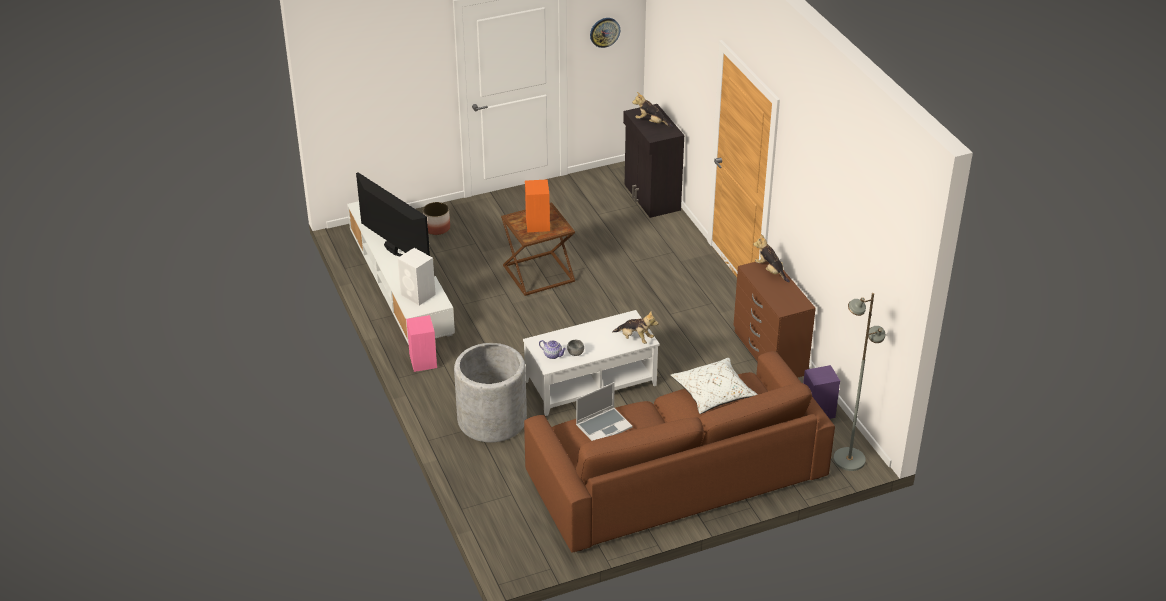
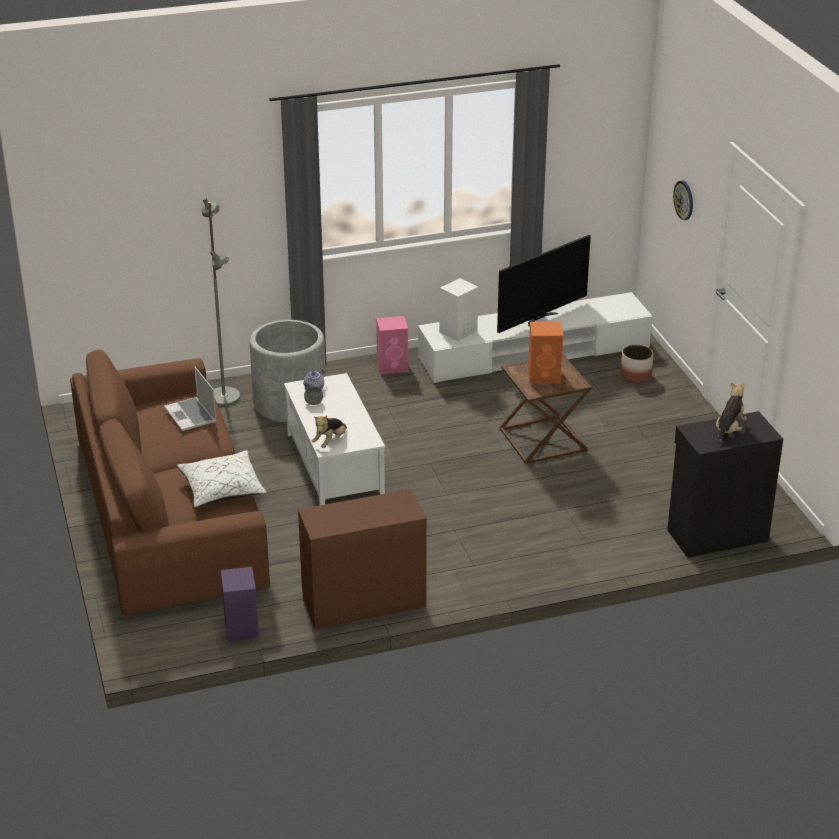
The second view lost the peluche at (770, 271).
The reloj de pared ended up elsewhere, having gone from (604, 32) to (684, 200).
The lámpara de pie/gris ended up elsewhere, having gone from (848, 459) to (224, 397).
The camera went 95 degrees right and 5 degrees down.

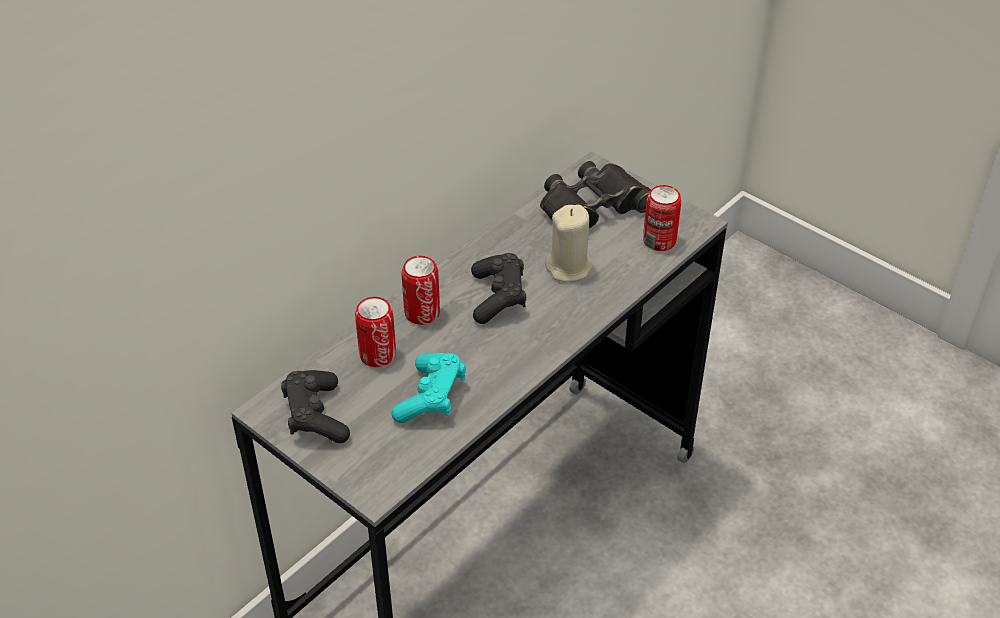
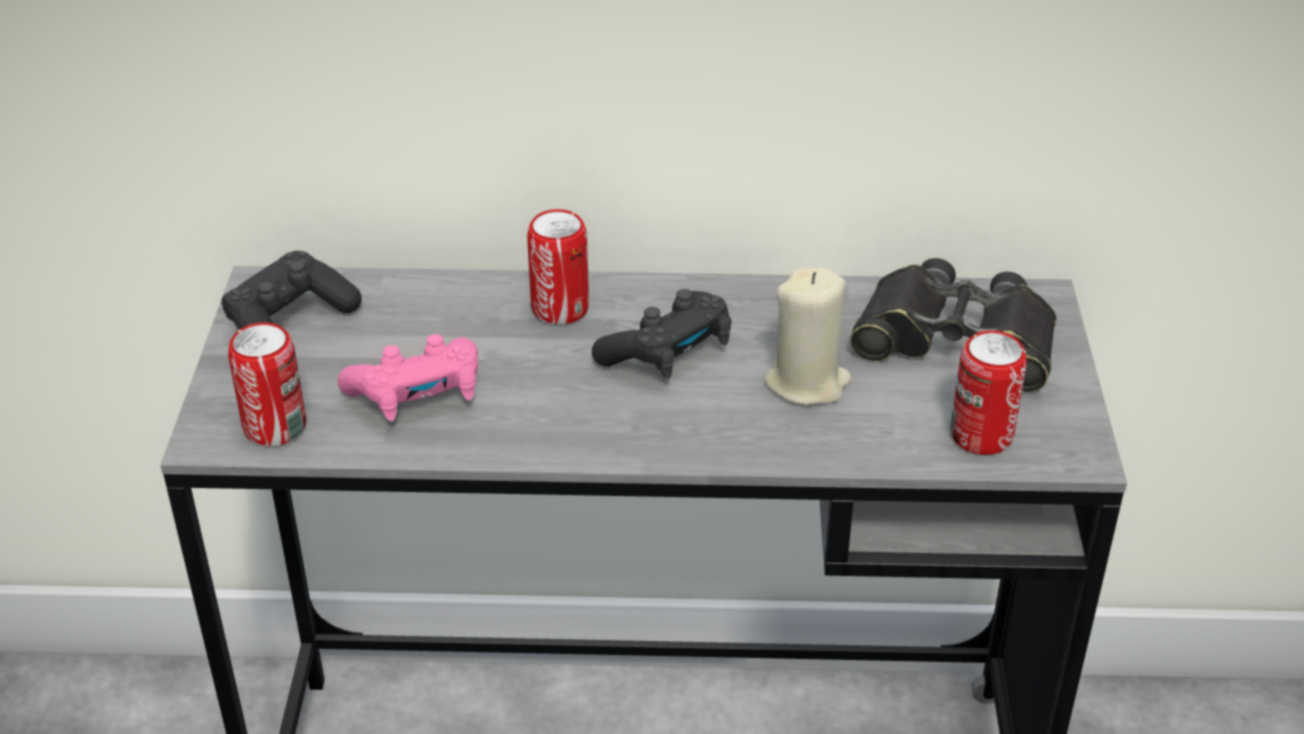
The lata ended up elsewhere, having gone from (377, 355) to (275, 427).
What was the mando de consola/turquesa at (431, 398) turned into the mando de consola/rosa at (418, 396).
The camera went 50 degrees right and 5 degrees down.

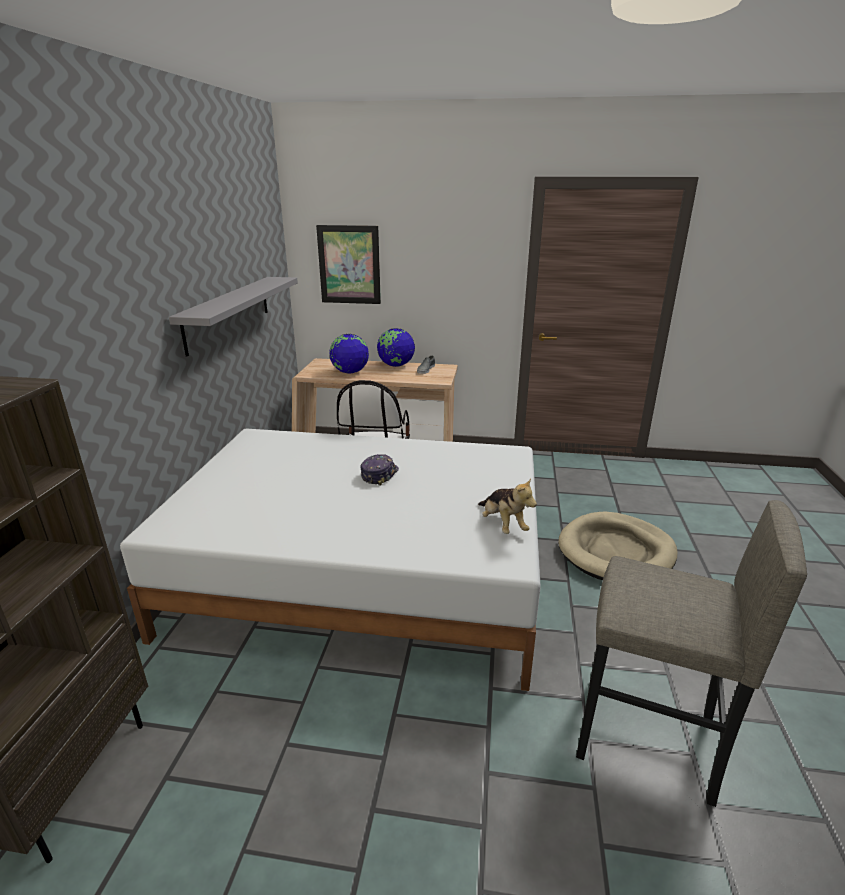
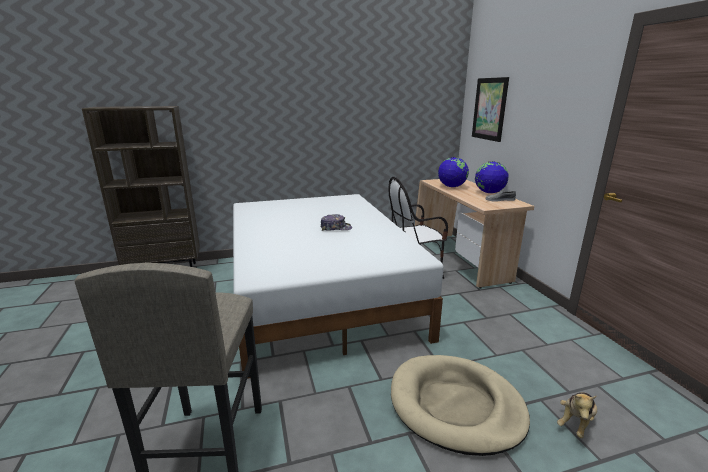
The second view lost the estante/gris at (228, 312).
The peluche ended up elsewhere, having gone from (503, 524) to (575, 423).
The camera went 65 degrees right and 5 degrees down.

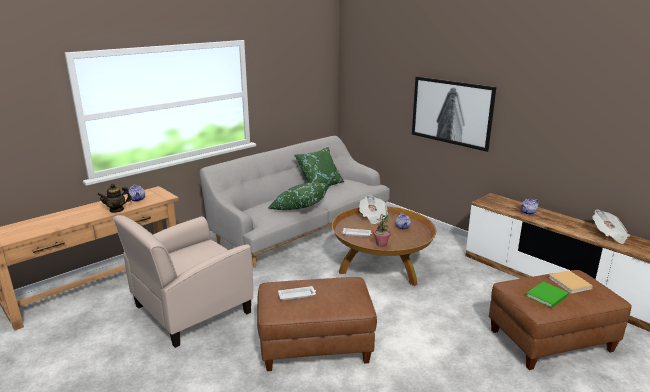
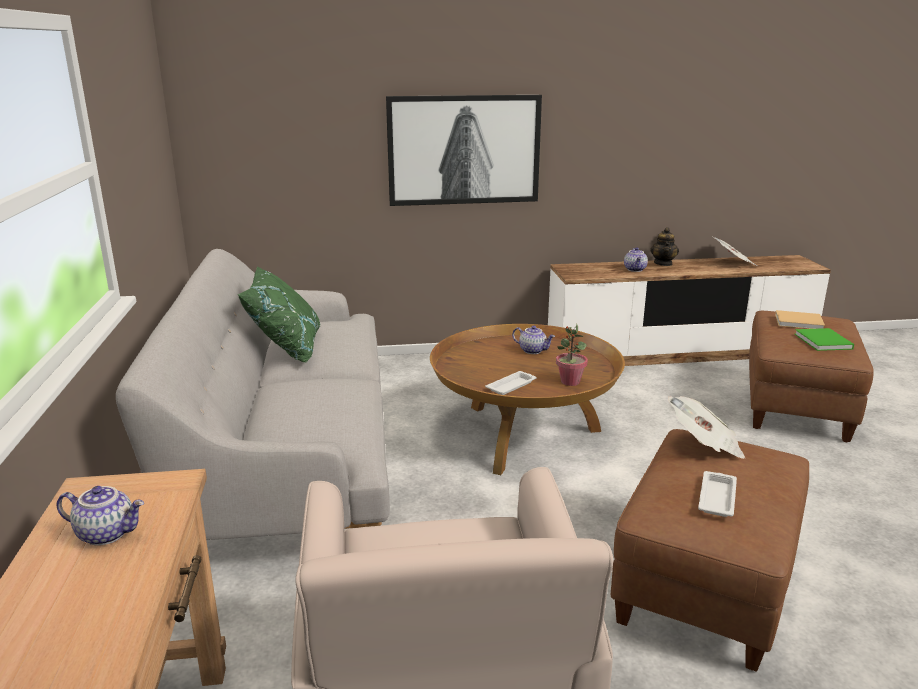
The second view lost the cojín/verde at (298, 207).
The tetera ended up elsewhere, having gone from (116, 210) to (663, 263).
The periódico ended up elsewhere, having gone from (373, 217) to (704, 445).
The camera went 55 degrees left and 0 degrees up.

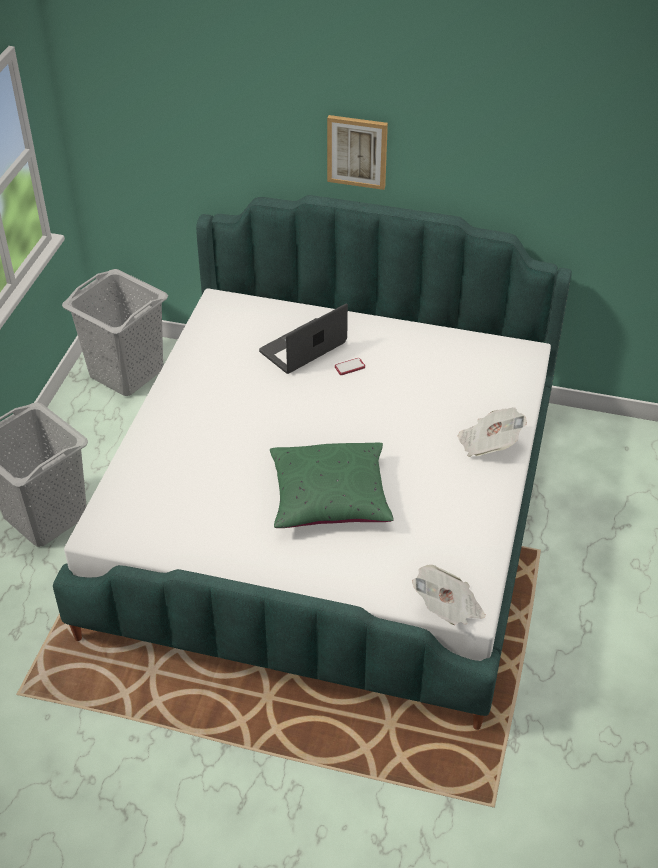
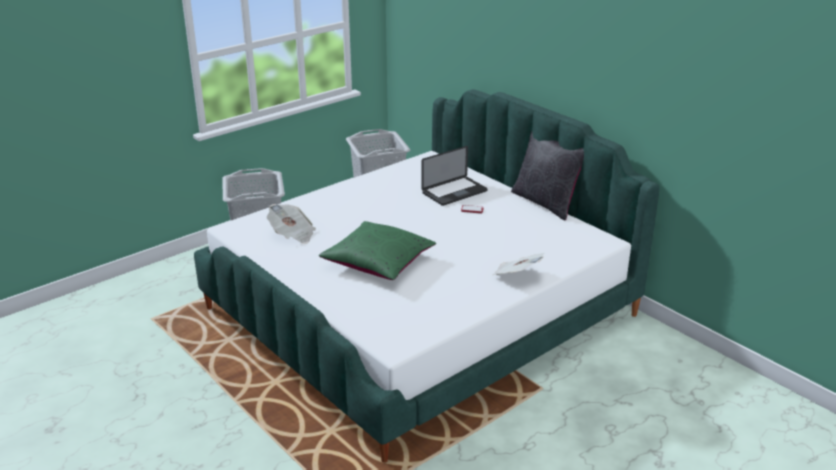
The second view lost the cuadro at (357, 151).
The second view gained the cojín/negro at (546, 203).
The periódico ended up elsewhere, having gone from (448, 608) to (292, 235).
The portátil at (303, 347) ended up facing another way, 150 degrees clockwise from before.
The camera went 35 degrees right and 15 degrees down.

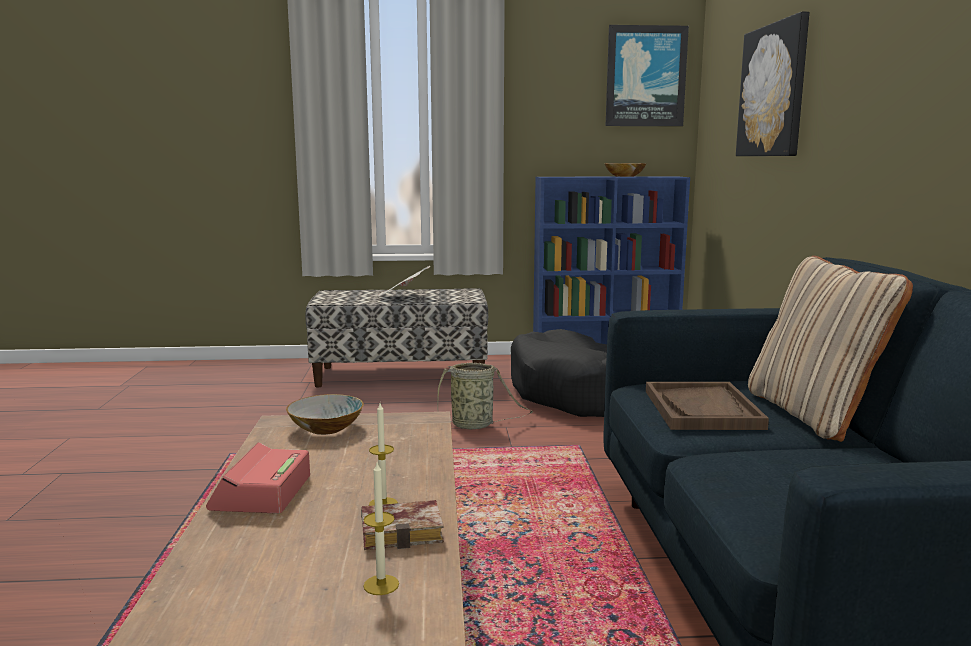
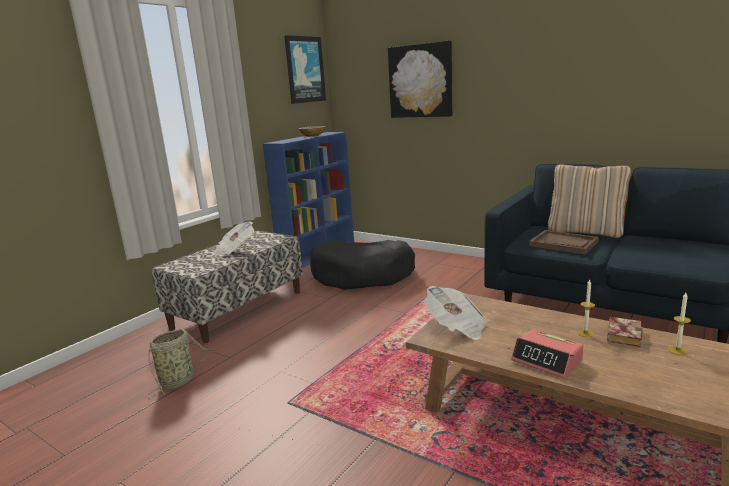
The cesta ended up elsewhere, having gone from (475, 425) to (179, 381).
Where the cuenco stood at (326, 429), the periódico came to stand at (456, 327).
The camera went 50 degrees left and 5 degrees up.

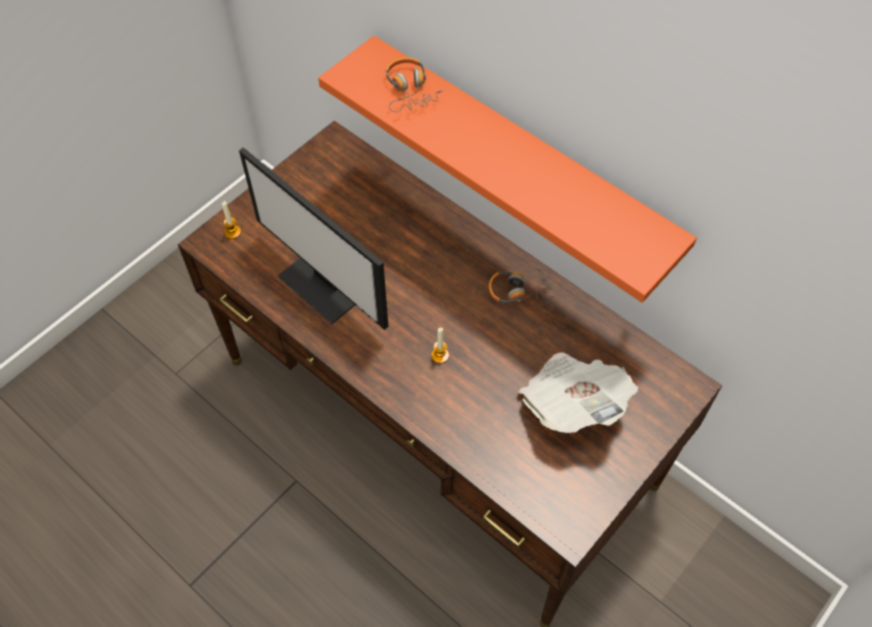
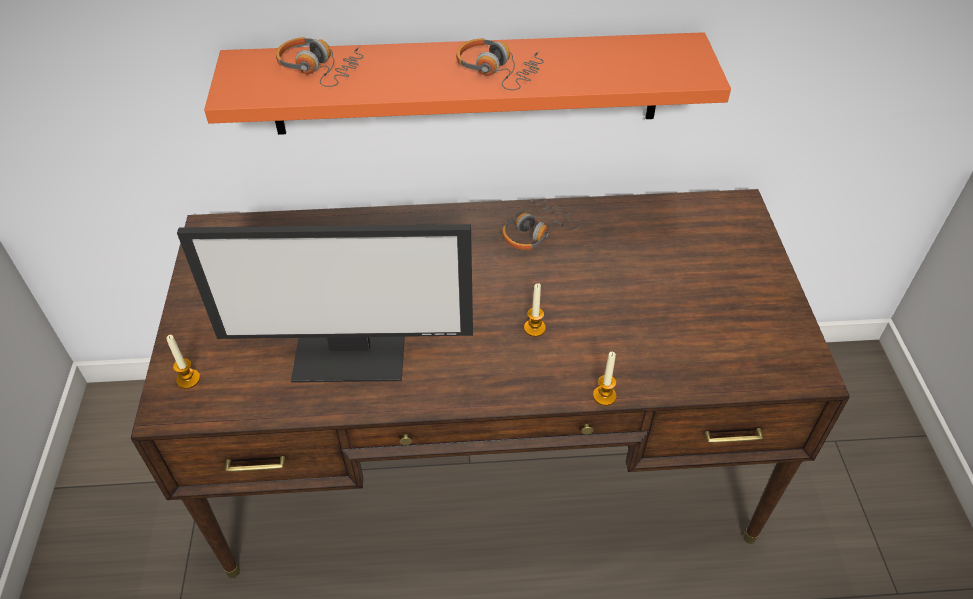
The second view lost the periódico at (572, 402).
The second view gained the auriculares at (497, 71).
The second view gained the vela at (604, 396).
The camera went 45 degrees left and 10 degrees down.

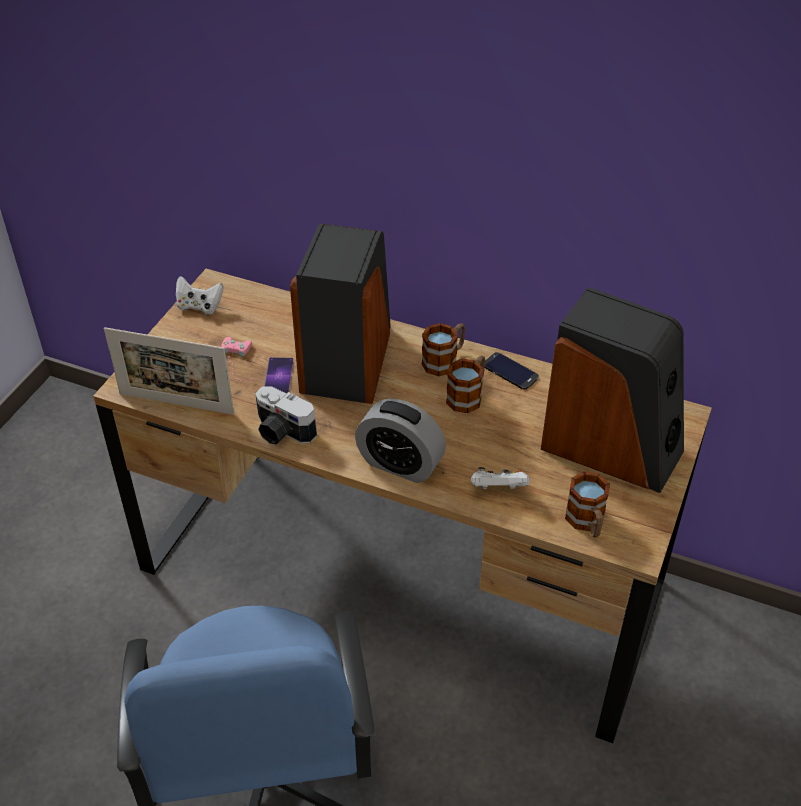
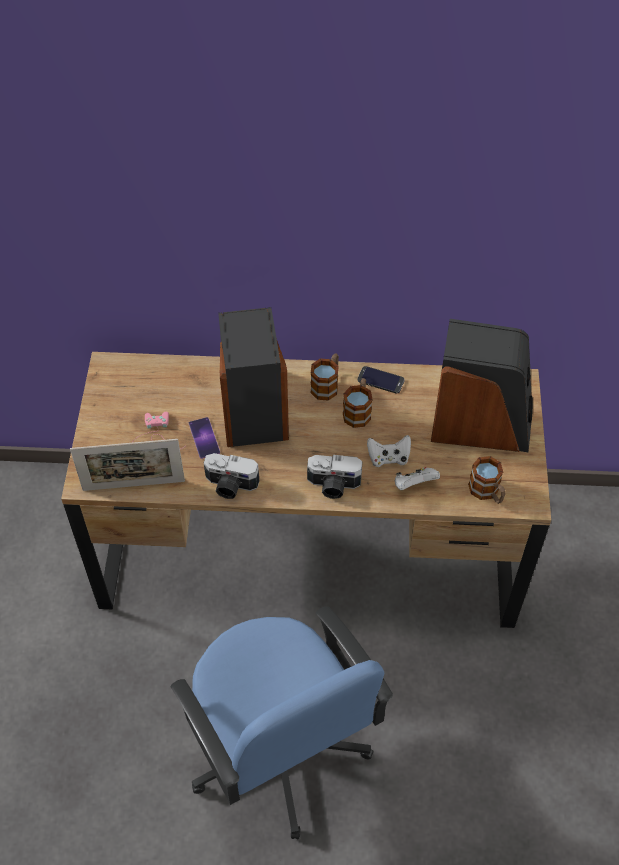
The mando de consola/blanco ended up elsewhere, having gone from (199, 306) to (388, 458).
Where the despertador stood at (400, 464), the cámara came to stand at (333, 485).
The camera went 20 degrees left and 10 degrees up.

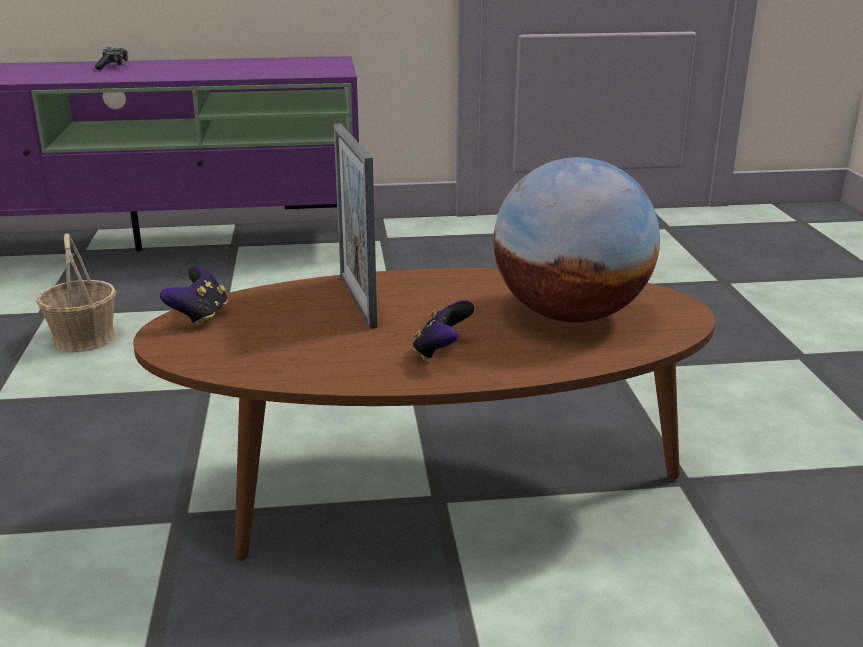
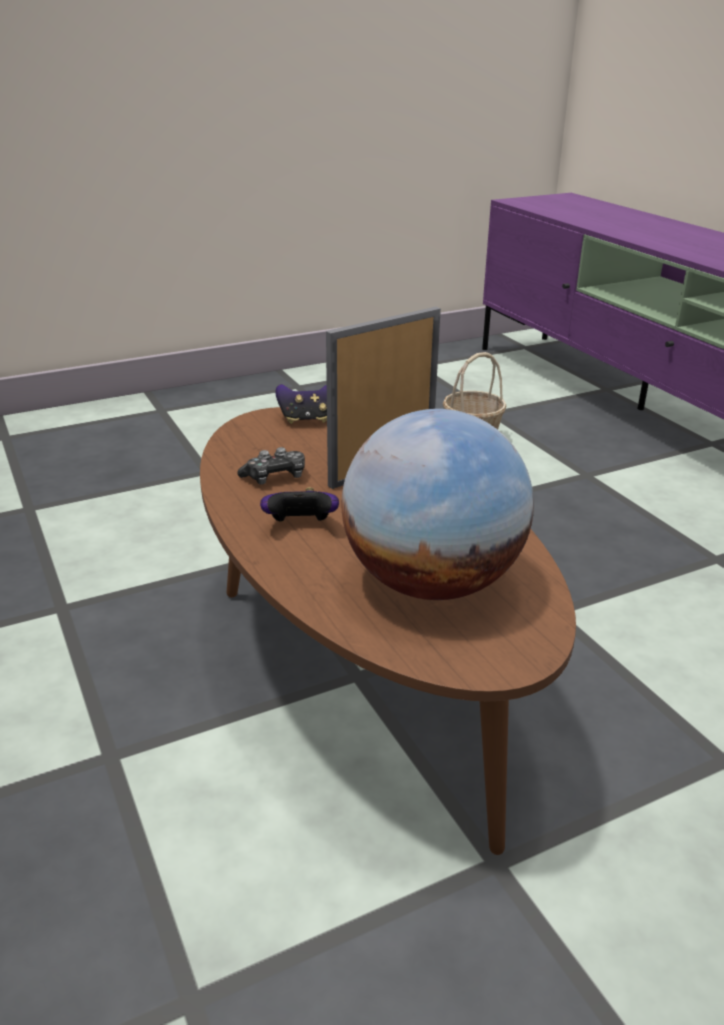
The mando de consola ended up elsewhere, having gone from (113, 66) to (275, 477).
The camera went 70 degrees right and 5 degrees up.

